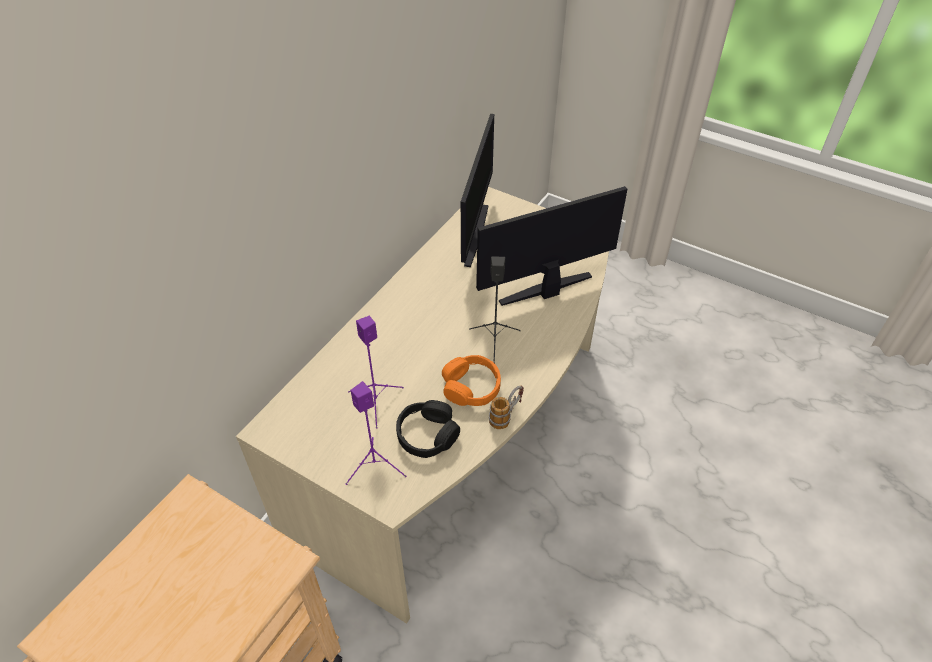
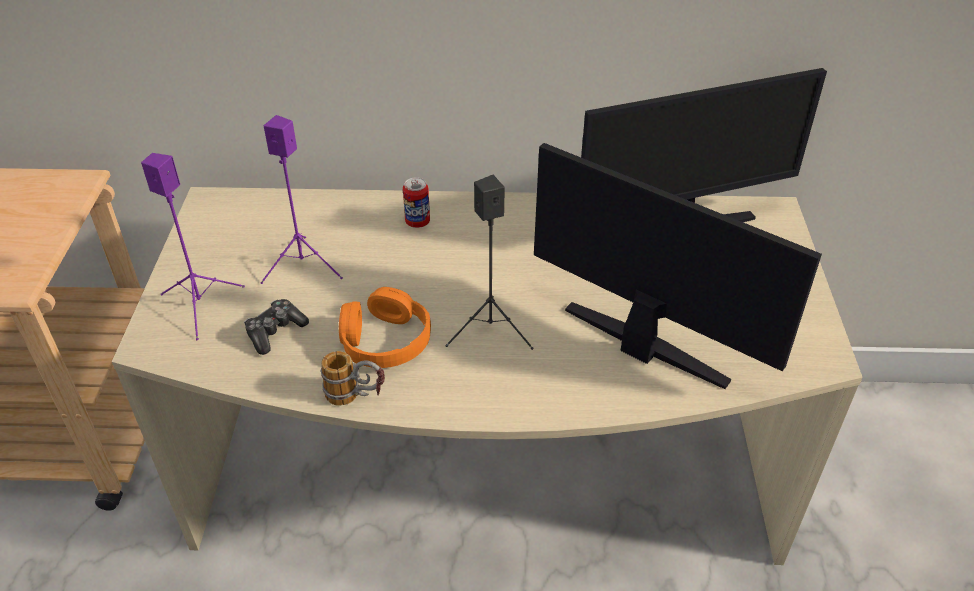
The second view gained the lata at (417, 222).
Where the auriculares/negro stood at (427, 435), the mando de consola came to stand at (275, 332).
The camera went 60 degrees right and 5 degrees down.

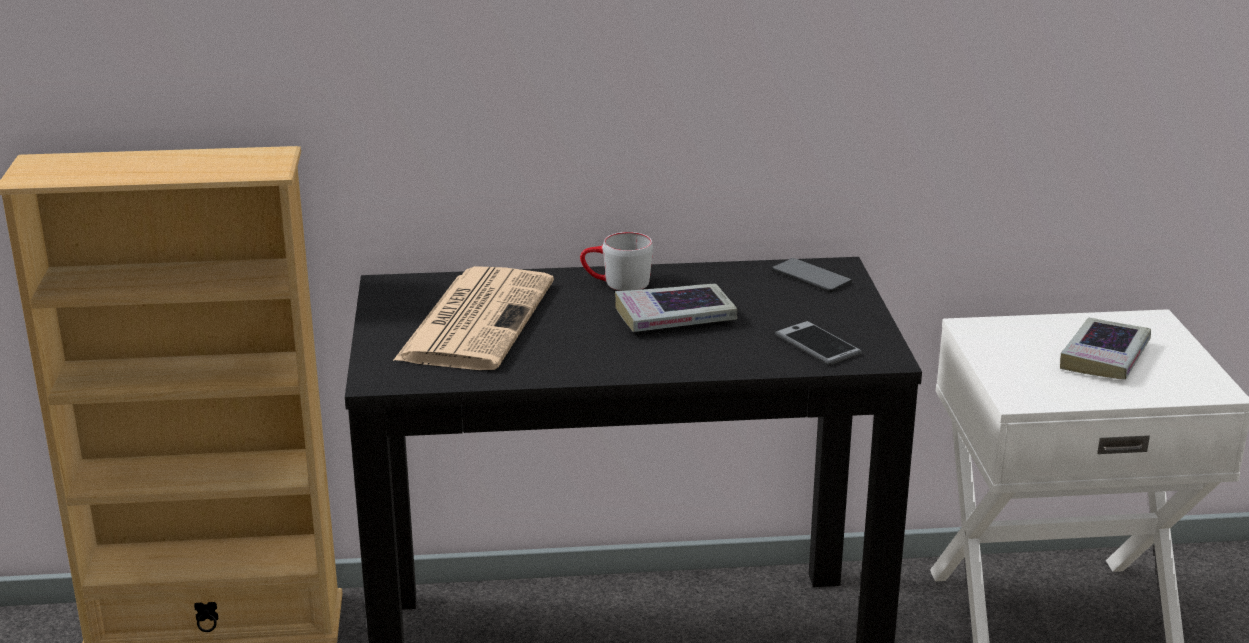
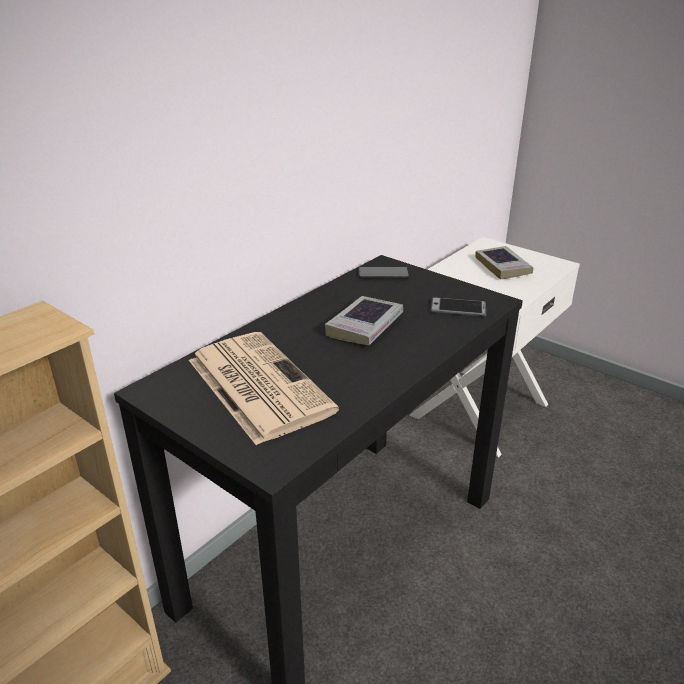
The second view lost the taza grande/gris at (616, 283).
The camera went 45 degrees left and 5 degrees up.

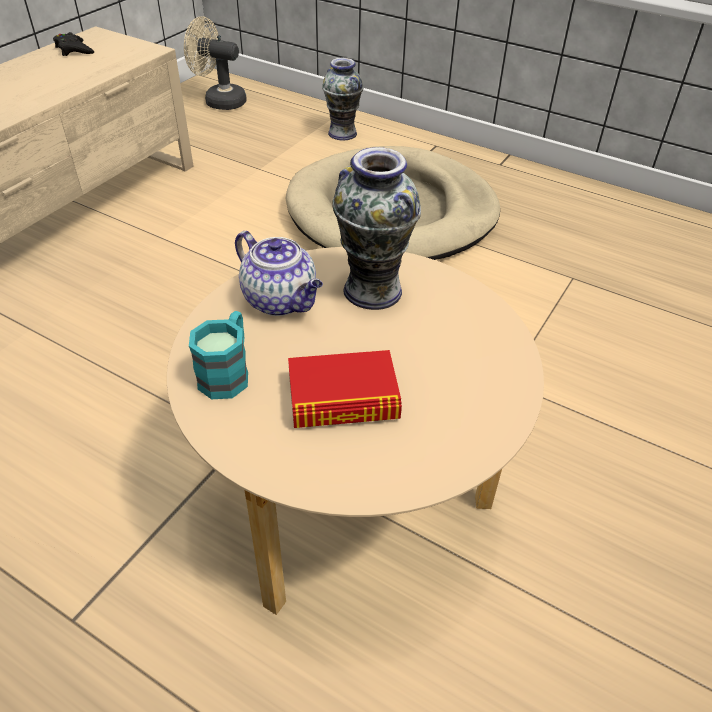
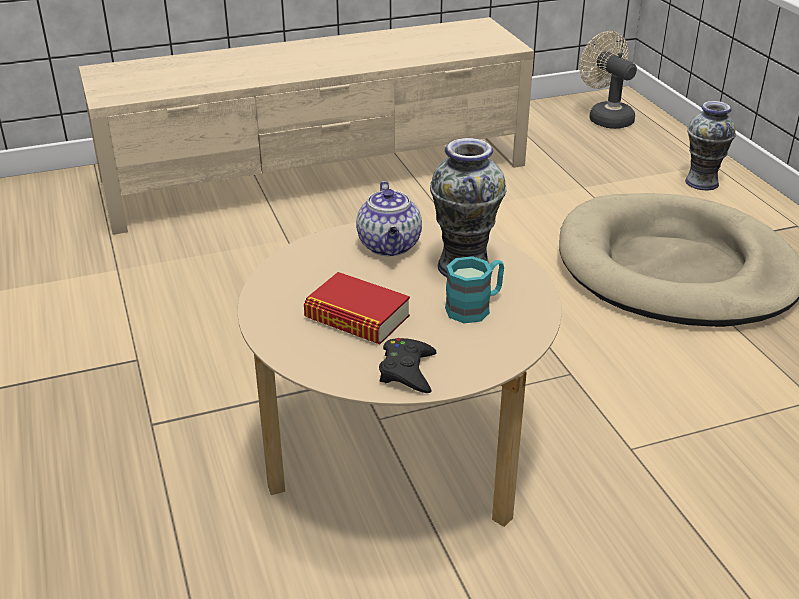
The mando de consola/negro ended up elsewhere, having gone from (74, 50) to (407, 371).
The taza grande/turquesa ended up elsewhere, having gone from (228, 372) to (475, 307).
The camera went 40 degrees right and 10 degrees down.

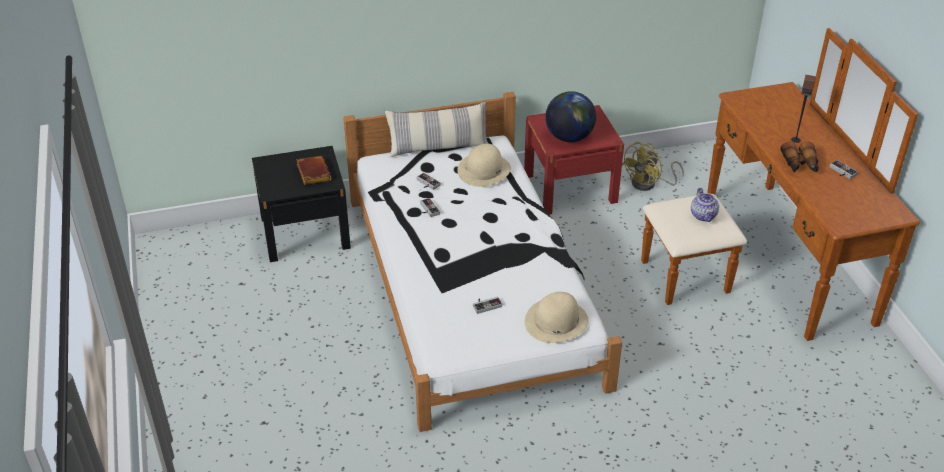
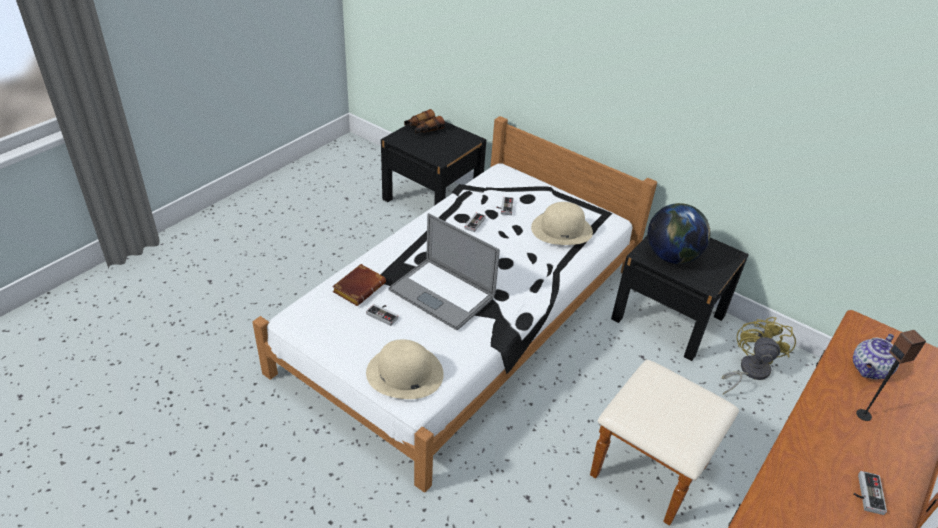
The second view lost the cojín at (438, 148).
The second view gained the portátil at (441, 293).
The libro/marrón ended up elsewhere, having gone from (312, 173) to (359, 287).
The tetera ended up elsewhere, having gone from (704, 216) to (869, 370).
The prismáticos ended up elsewhere, having gone from (800, 164) to (423, 128).
What was the mesita de noche/rojo at (570, 188) turned into the mesita de noche/negro at (668, 317).
The ventilador/amarillo at (649, 184) ended up facing another way, 105 degrees clockwise from before.
The camera went 50 degrees right and 0 degrees up.

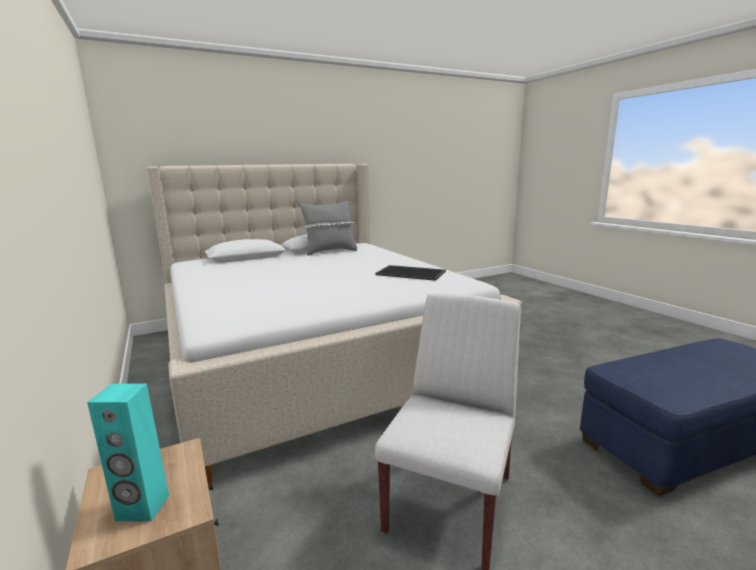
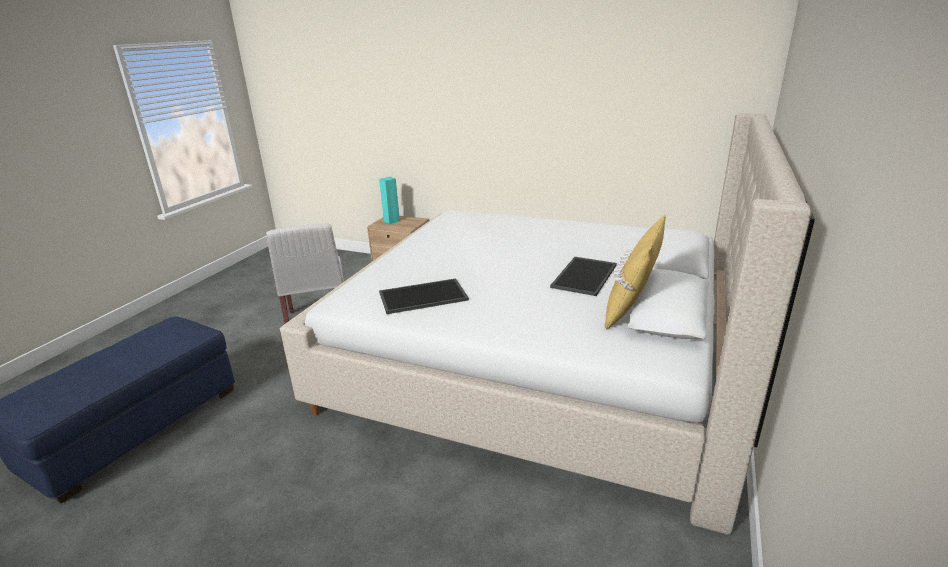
The second view gained the bandeja at (583, 275).
What was the cojín/gris at (330, 251) turned into the cojín/amarillo at (631, 310).
The camera went 140 degrees right and 10 degrees up.

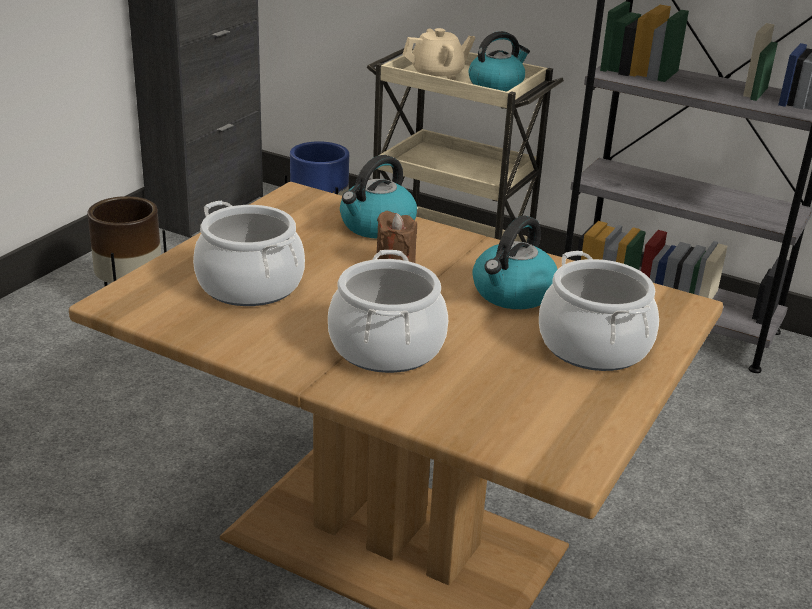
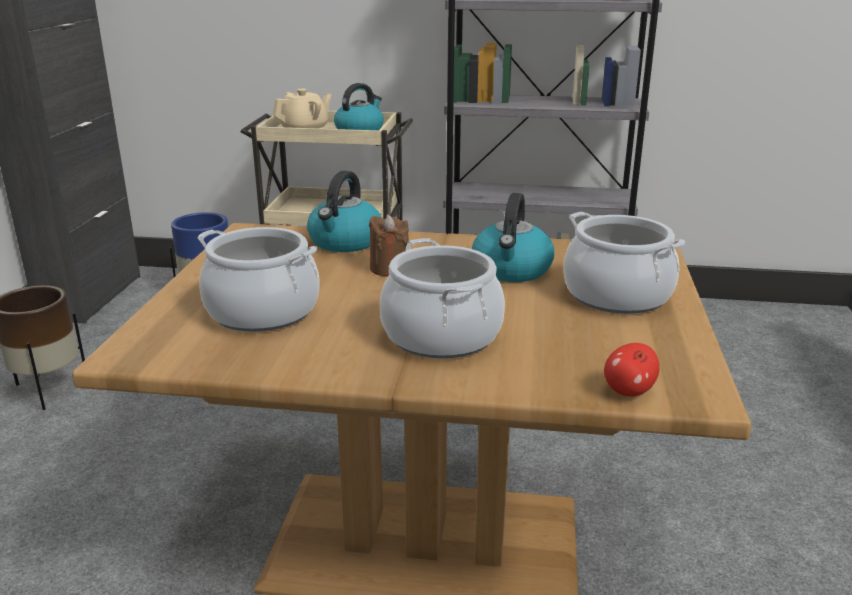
The second view gained the manzana at (628, 391).
The camera went 20 degrees left and 5 degrees down.

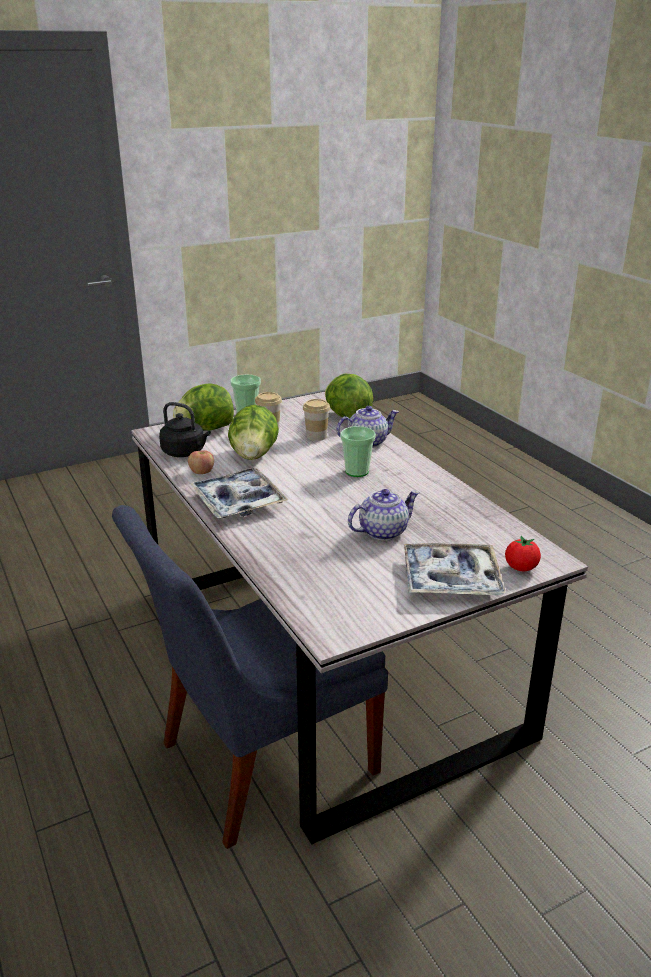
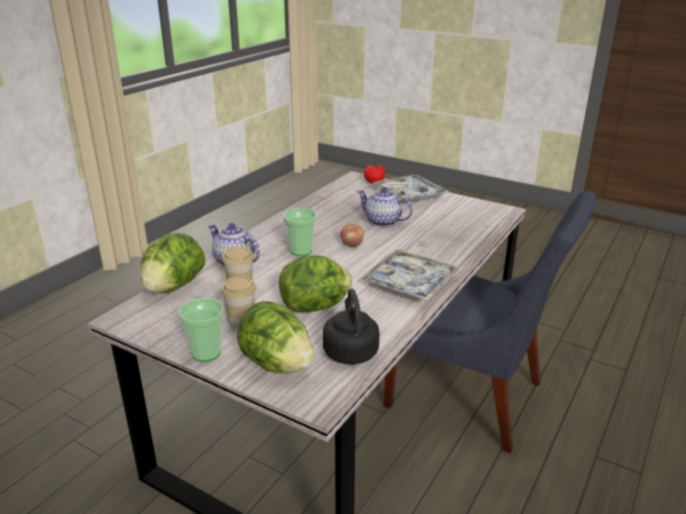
The manzana ended up elsewhere, having gone from (202, 472) to (352, 245).
The camera went 120 degrees left and 0 degrees up.

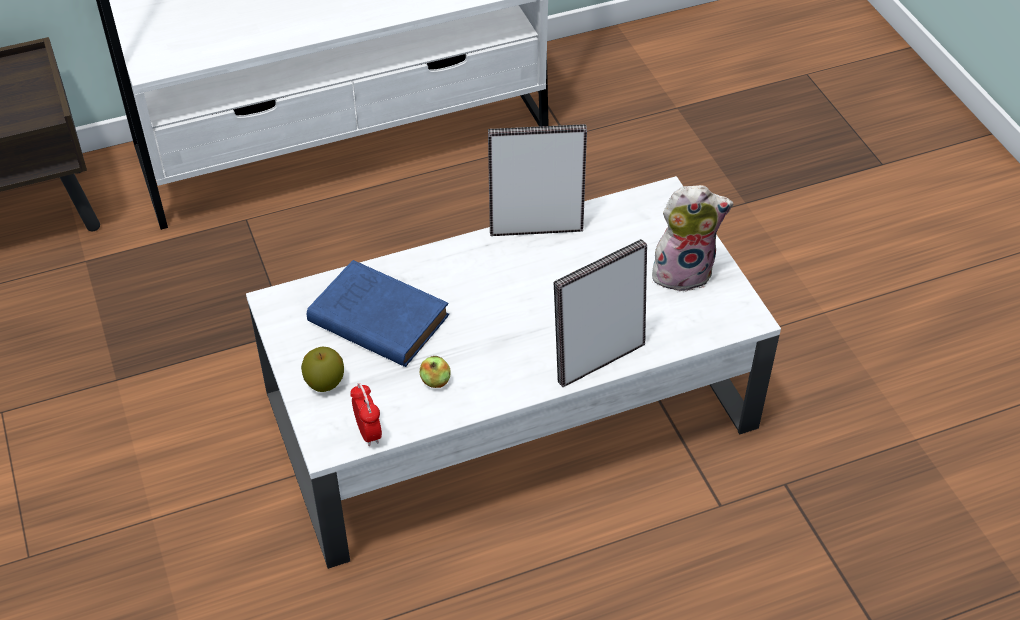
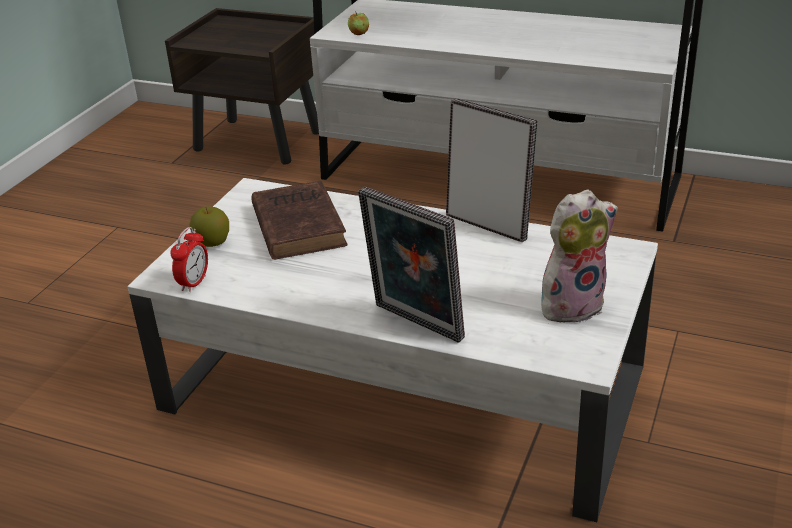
The manzana ended up elsewhere, having gone from (435, 381) to (359, 33).
What was the libro/azul at (375, 318) turned into the libro/marrón at (298, 225).
The portarretratos at (597, 359) ended up facing another way, 150 degrees counterclockwise from before.
The peluche at (683, 271) ended up facing another way, 60 degrees counterclockwise from before.
The camera went 45 degrees right and 15 degrees down.

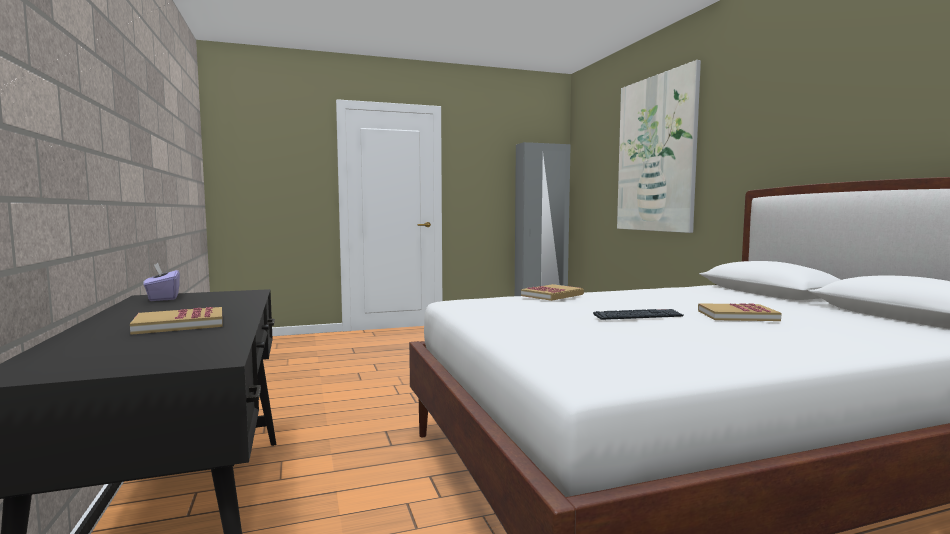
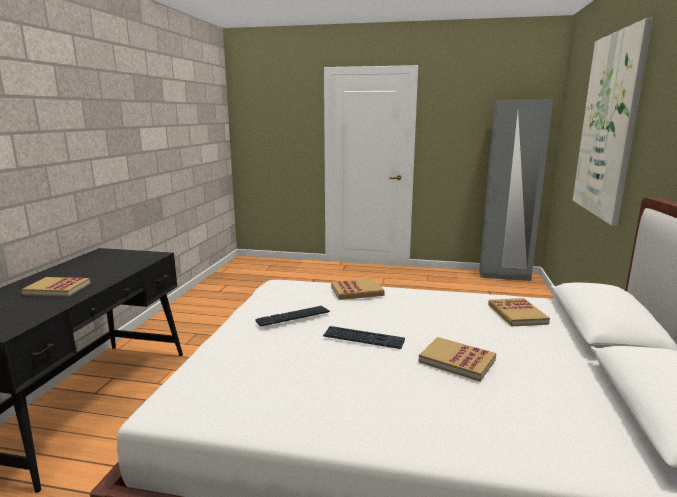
The second view lost the caja de pañuelos/morado at (163, 298).
The second view gained the teclado at (293, 317).
The second view gained the libro at (517, 314).
The camera went 30 degrees right and 10 degrees up.

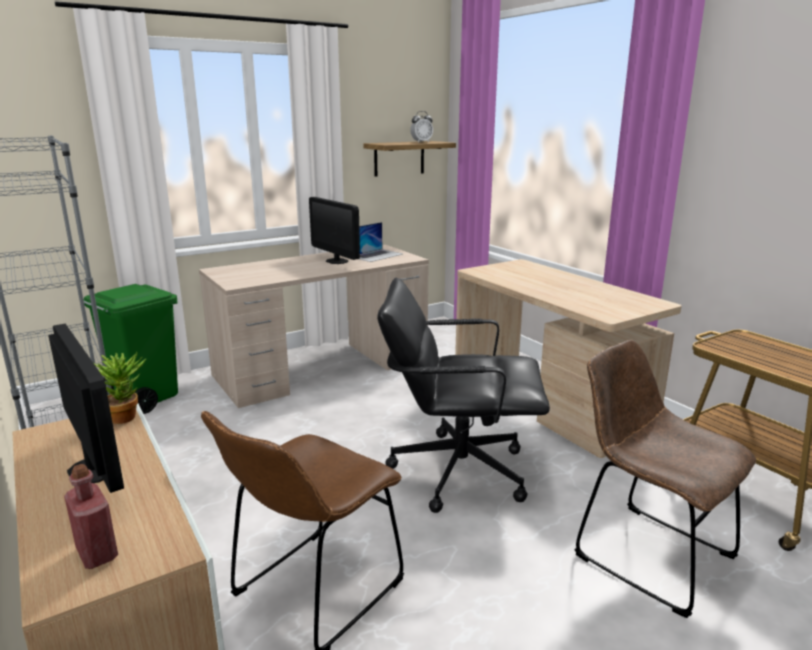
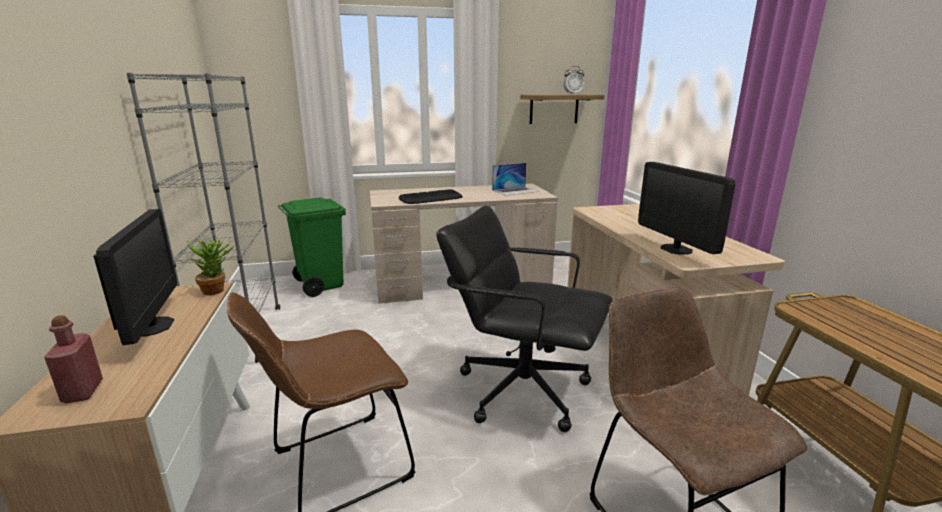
The second view gained the teclado at (431, 198).
The monitor ended up elsewhere, having gone from (337, 261) to (676, 249).
The camera went 20 degrees right and 0 degrees up.

